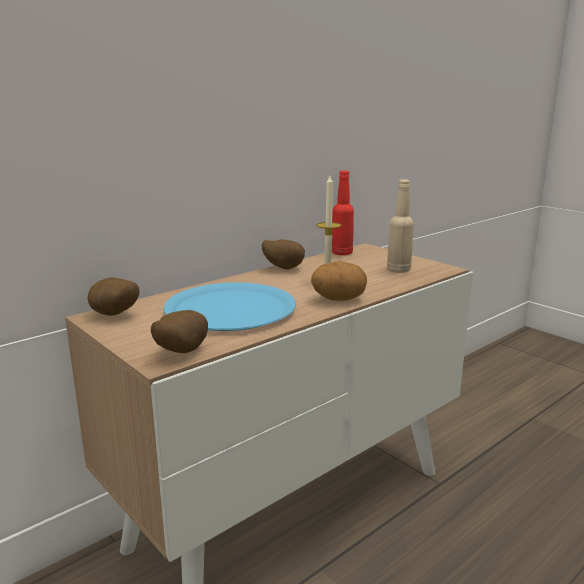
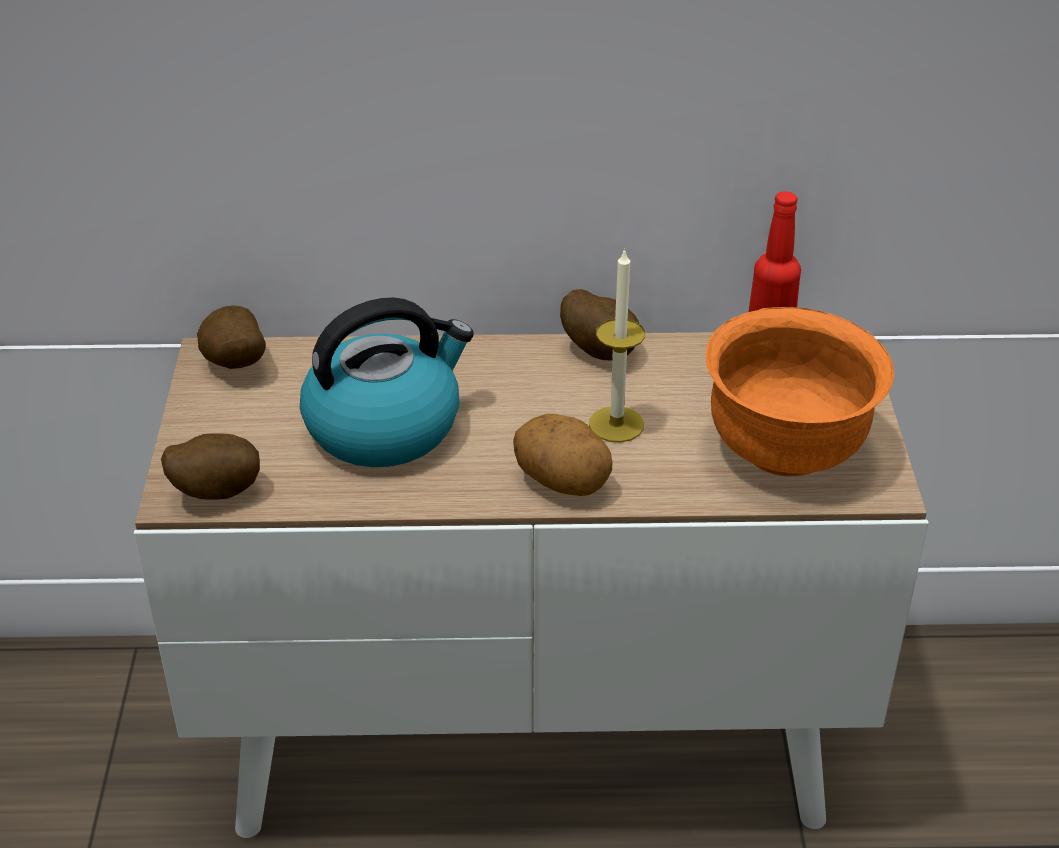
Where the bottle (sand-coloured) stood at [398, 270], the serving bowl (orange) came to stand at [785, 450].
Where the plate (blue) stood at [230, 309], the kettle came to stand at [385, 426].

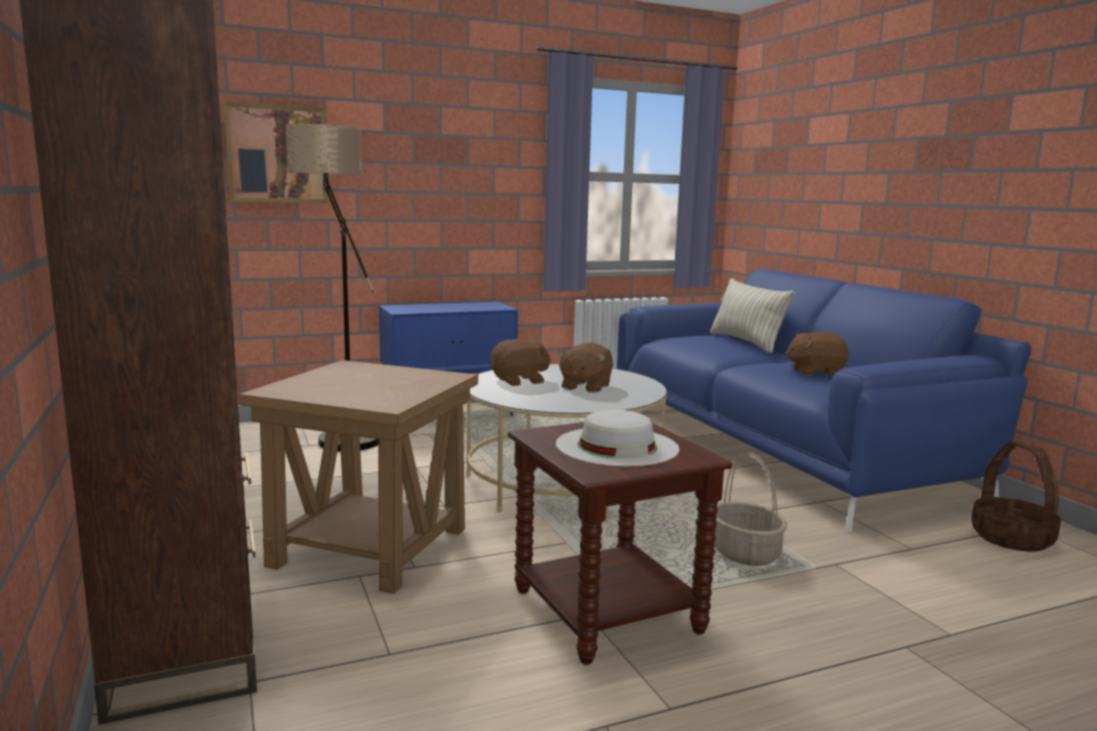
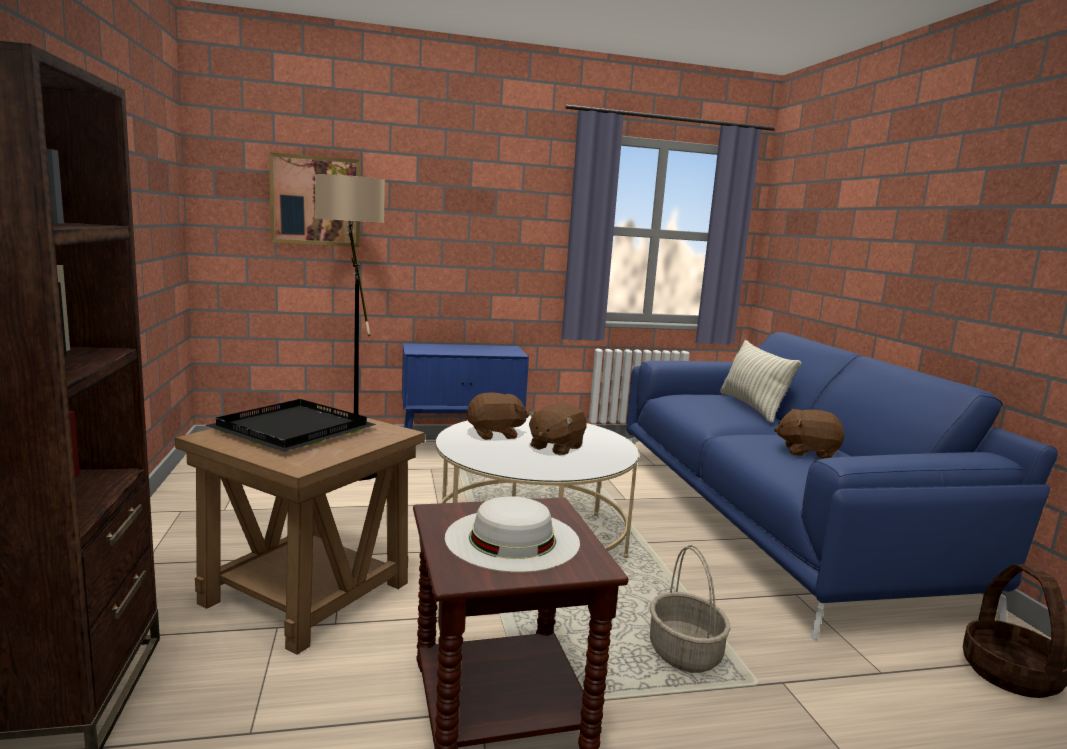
The second view gained the carrying tray (blackish) at [296, 430].

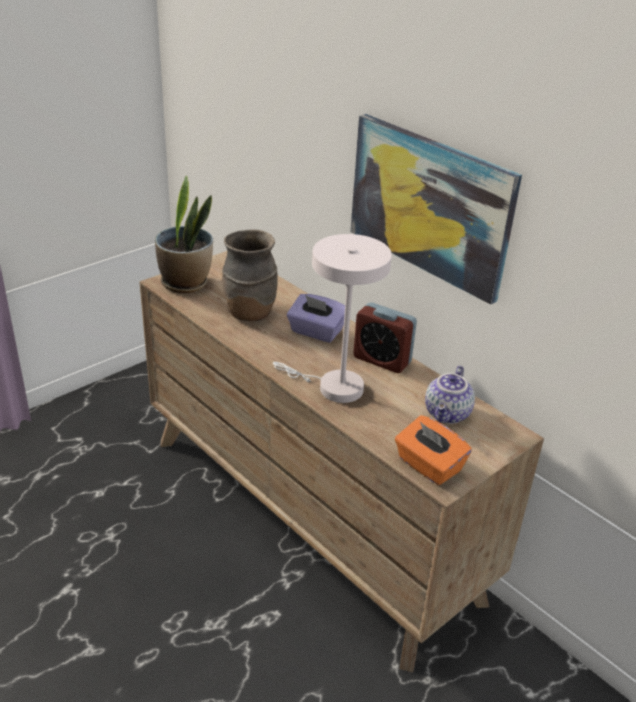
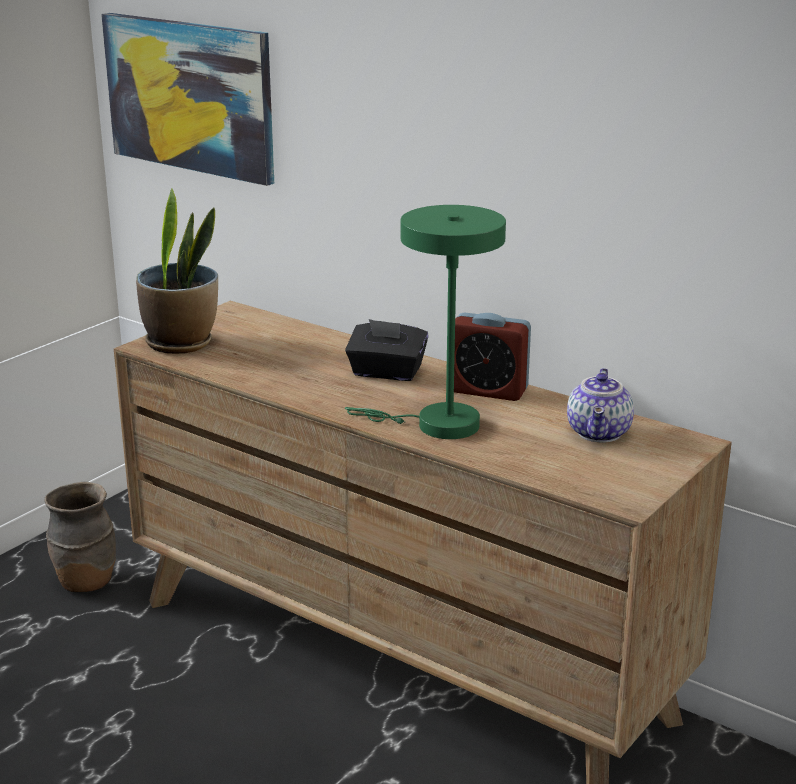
The picture ended up elsewhere, having gone from [430, 205] to [190, 96].
The flower vase (brownish) ended up elsewhere, having gone from [249, 313] to [85, 583].
What was the lamp for a table (white) at [333, 387] turned into the lamp for a table (green) at [437, 425].
What was the box of tissues (purplish) at [316, 332] turned into the box of tissues (blackish) at [386, 373].
The second view lost the box of tissues (orange) at [428, 466].

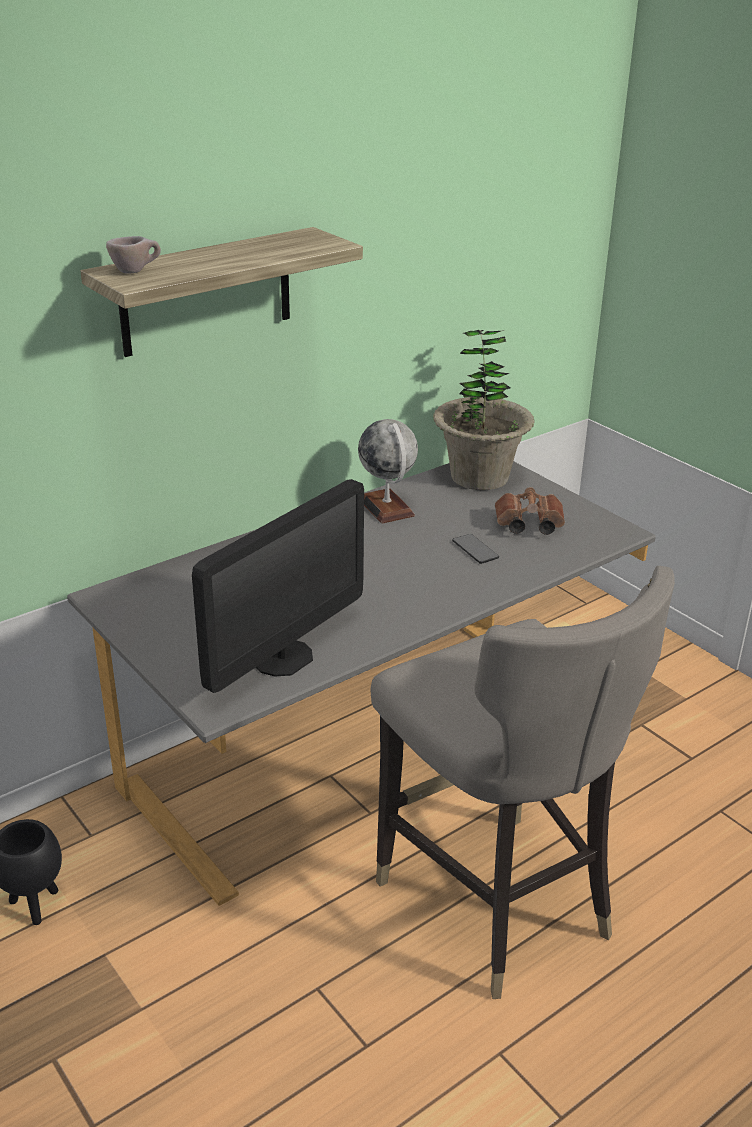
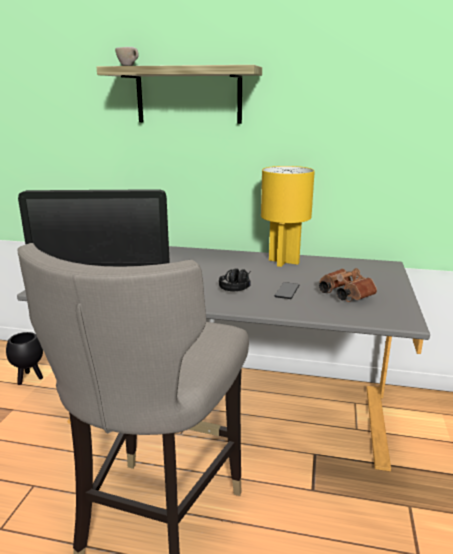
The second view lost the houseplant at [479, 477].
Where the desk globe stood at [386, 508], the lamp for a table (yellow-coloured) came to stand at [283, 261].
The second view gained the pair of headphones (blackish) at [237, 286].

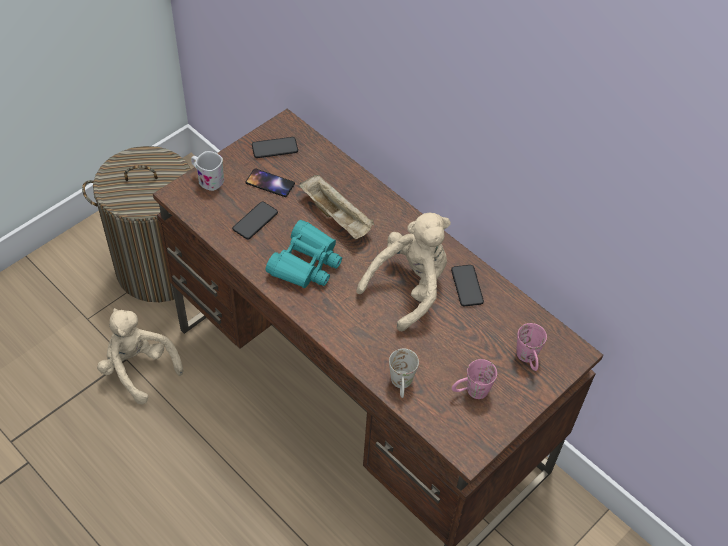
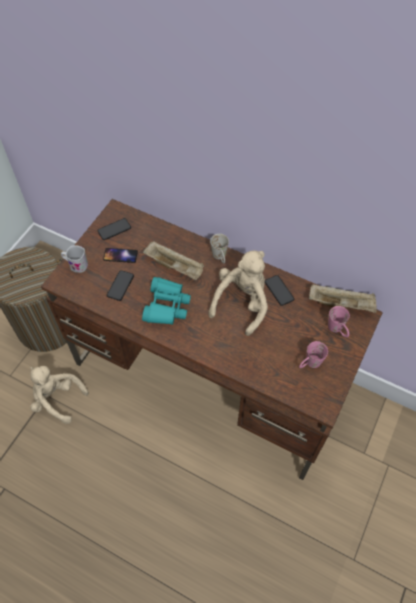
The coffee mug (white) ended up elsewhere, having gone from [402, 386] to [220, 257].
The second view gained the carrying tray (sand-coloured) at [341, 304].

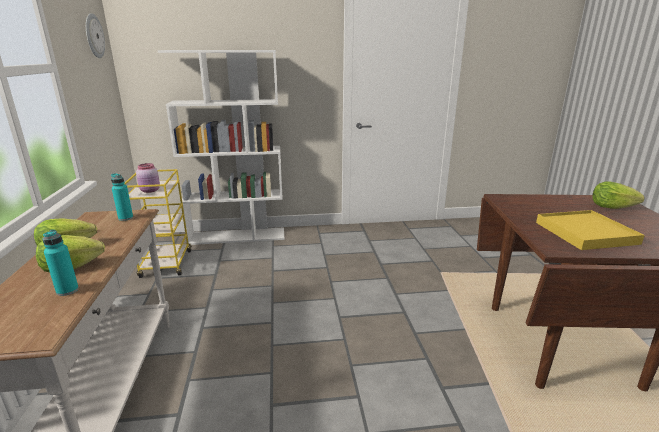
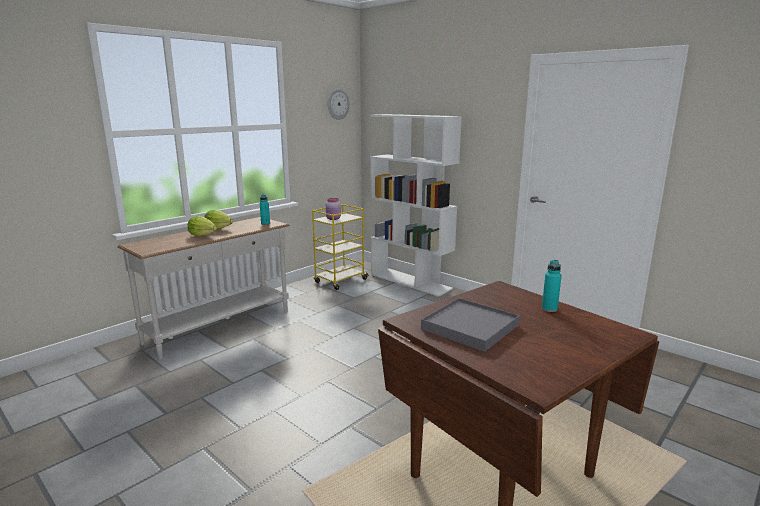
The second view lost the lettuce head at [611, 207].
What was the carrying tray (yellow-coloured) at [585, 233] turned into the carrying tray (gray) at [469, 327].
The bottle (turquoise-coloured) ended up elsewhere, having gone from [67, 290] to [549, 309].

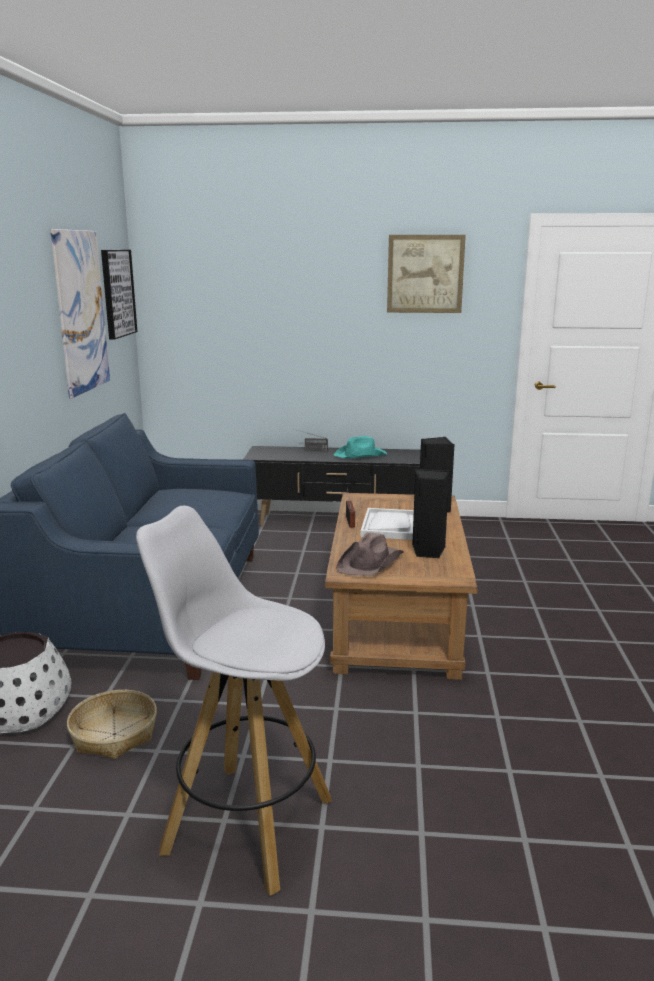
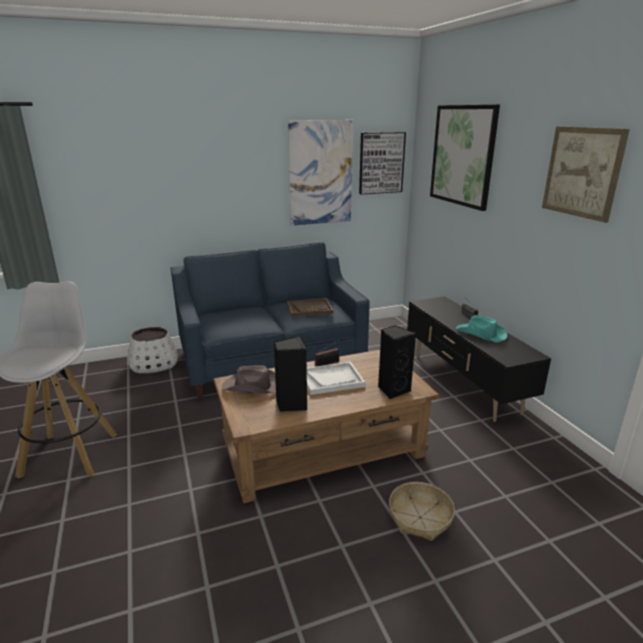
The basket ended up elsewhere, having gone from [114, 734] to [420, 518].
The second view gained the picture at [462, 155].
The second view gained the carrying tray (brownish) at [309, 309].

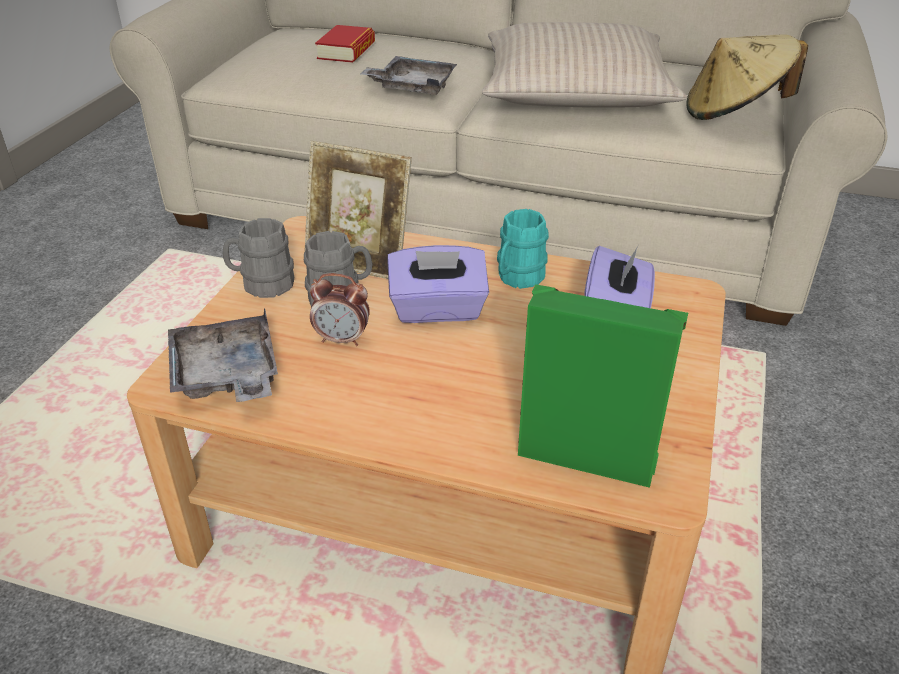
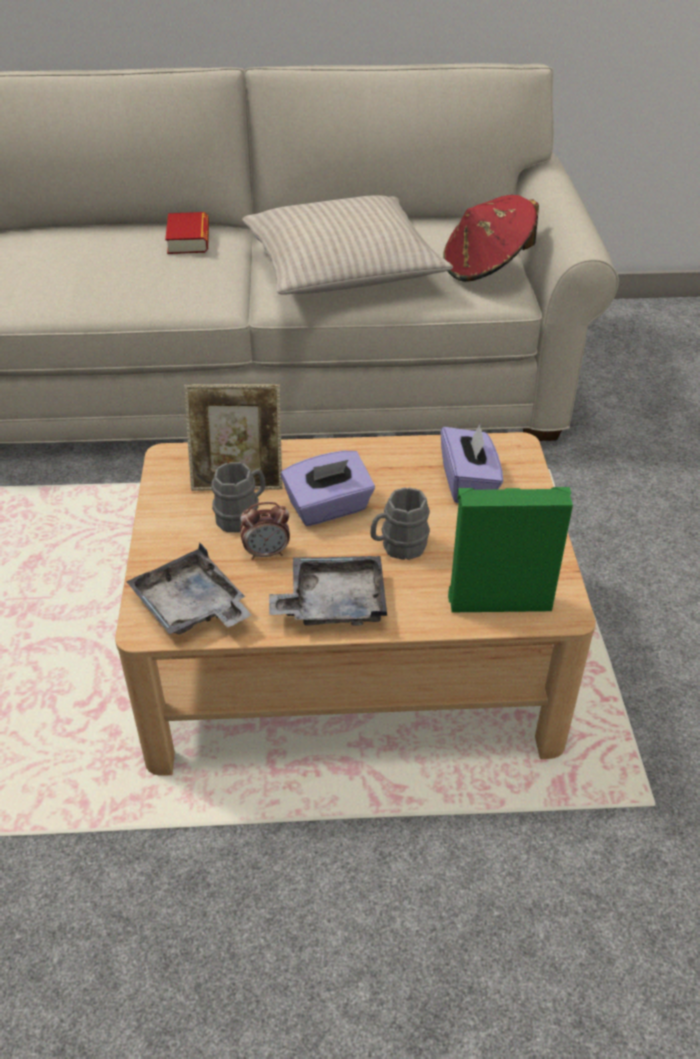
The volume ended up elsewhere, having gone from [346, 51] to [188, 239].
What was the wearable hat (sand-coloured) at [734, 113] turned into the wearable hat (reddish) at [486, 267].
The carrying tray (gray) ended up elsewhere, having gone from [412, 86] to [333, 603].
The second view lost the coffee mug (turquoise-coloured) at [517, 278].
The coffee mug (gray) ended up elsewhere, having gone from [262, 284] to [398, 546].

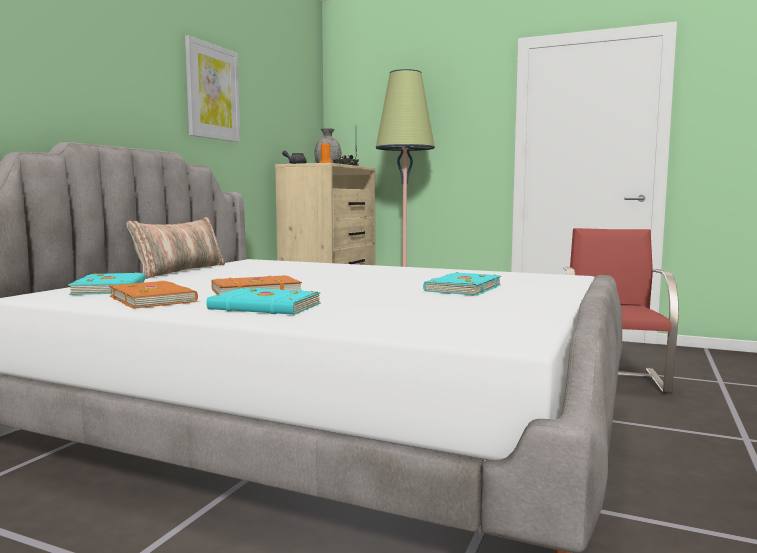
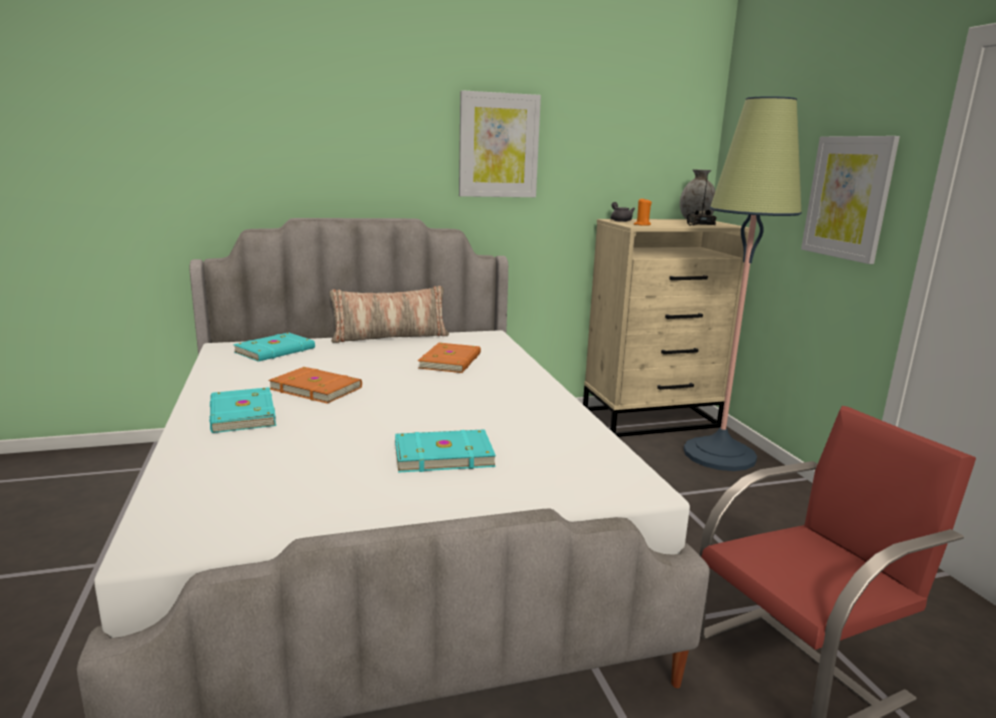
The volume (orange) ended up elsewhere, having gone from [154, 299] to [451, 361].
The second view gained the picture at [848, 197].

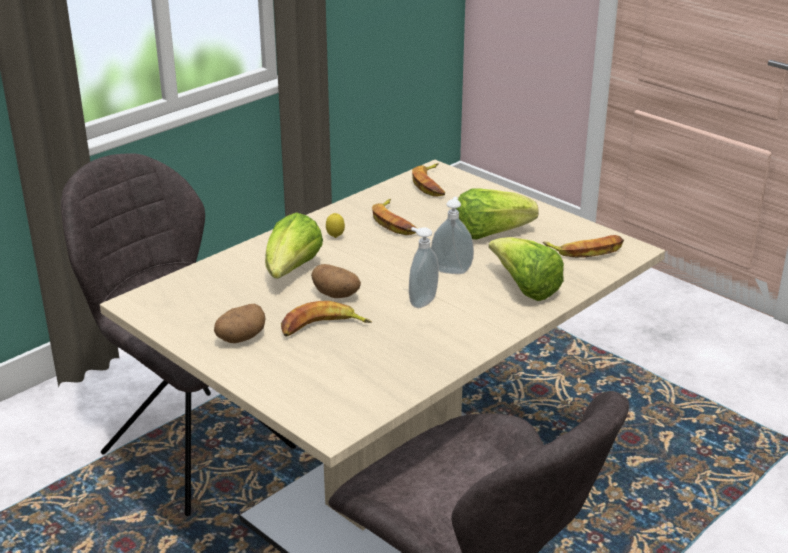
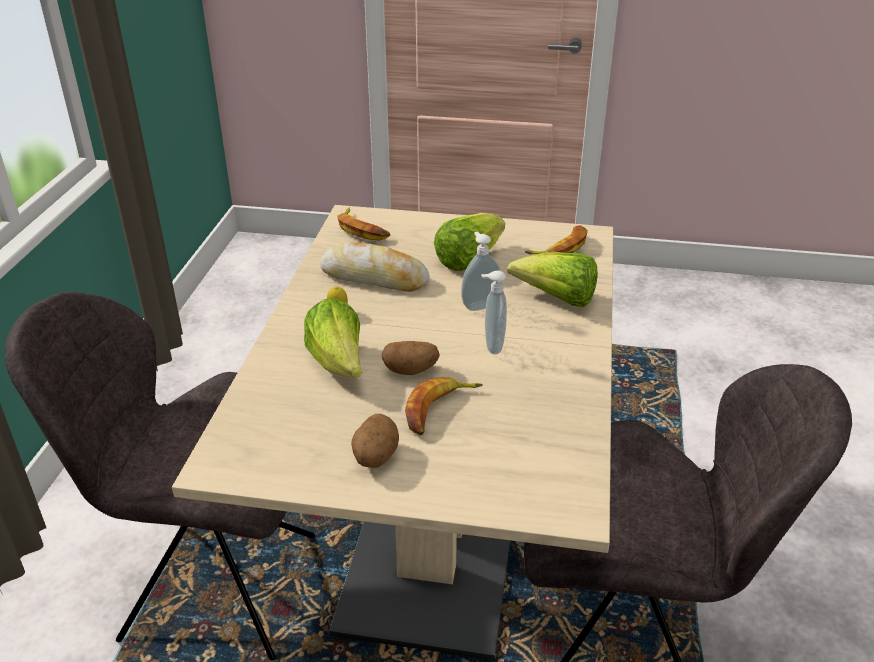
Where the whole banana stood at [394, 222], the bakery bread came to stand at [374, 277].

